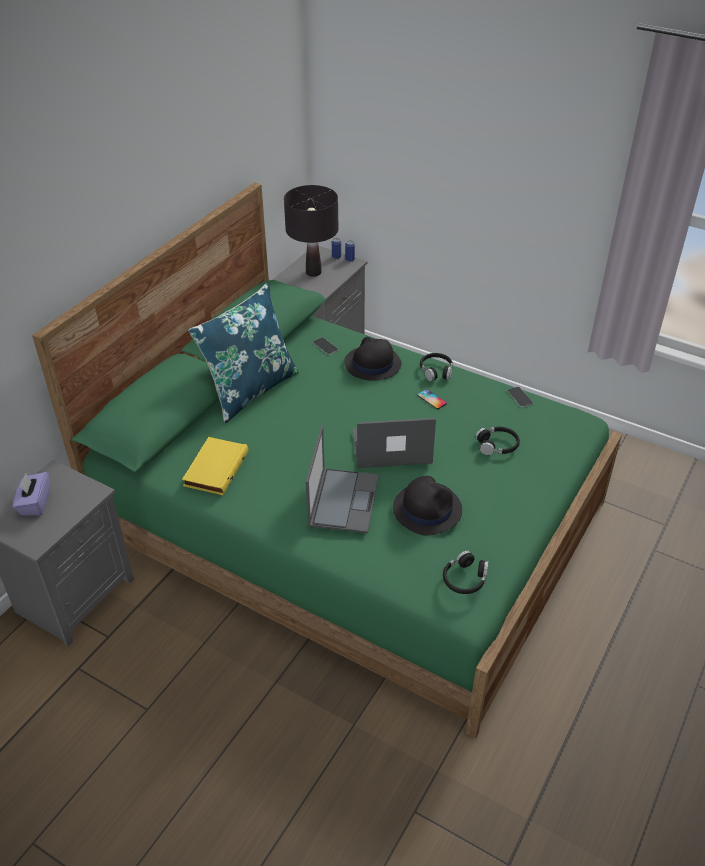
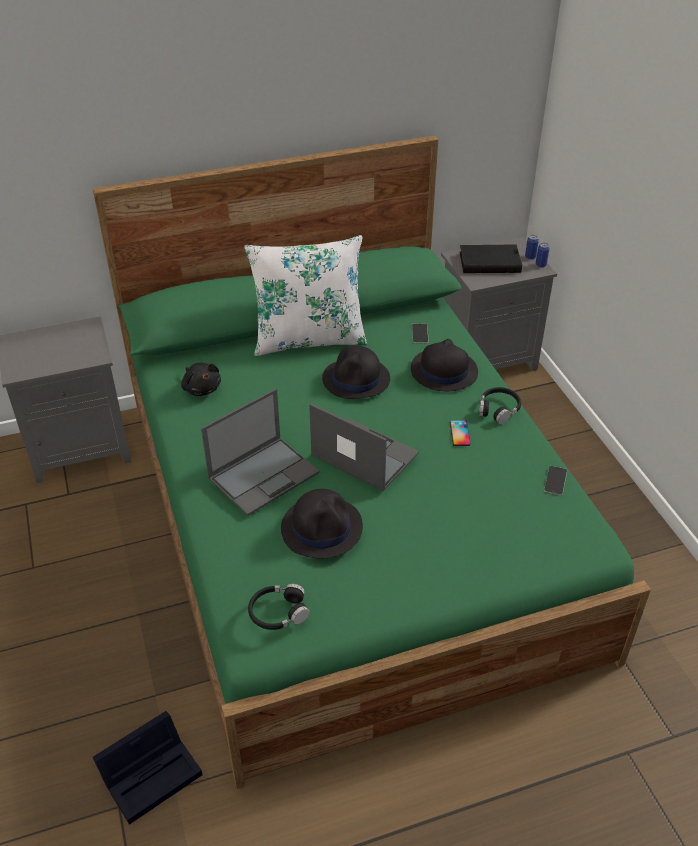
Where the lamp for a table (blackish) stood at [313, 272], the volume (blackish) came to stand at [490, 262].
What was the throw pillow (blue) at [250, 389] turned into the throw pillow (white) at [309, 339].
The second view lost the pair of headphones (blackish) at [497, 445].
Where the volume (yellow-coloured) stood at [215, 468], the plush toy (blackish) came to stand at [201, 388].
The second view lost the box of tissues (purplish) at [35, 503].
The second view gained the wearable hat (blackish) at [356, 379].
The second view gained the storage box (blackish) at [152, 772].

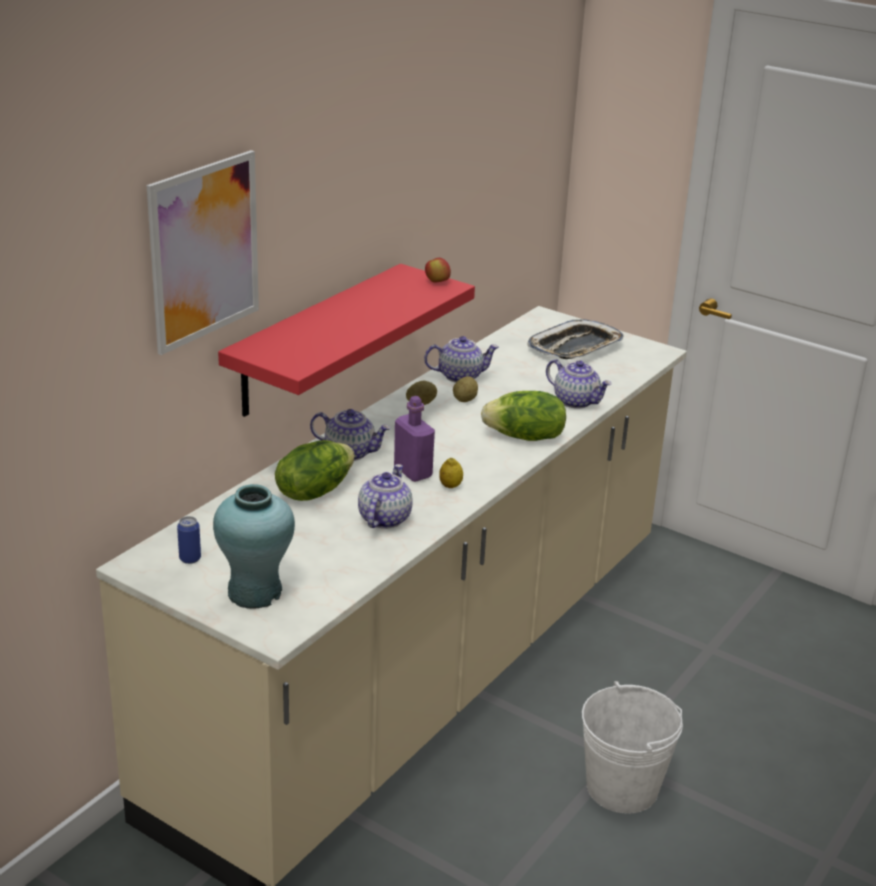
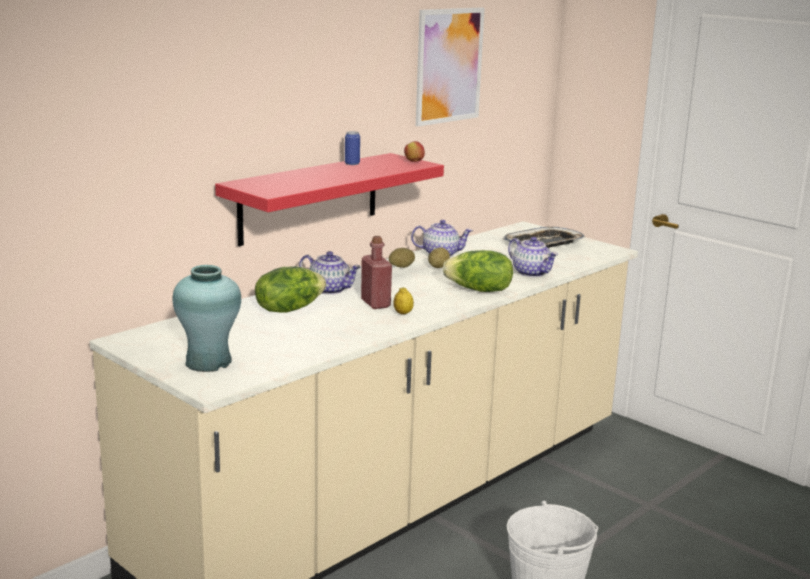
The picture ended up elsewhere, having gone from [204, 251] to [449, 65].
What was the bottle (purplish) at [413, 472] turned into the bottle (reddish) at [375, 303].
The second view lost the teapot at [384, 518].
The can ended up elsewhere, having gone from [190, 558] to [352, 163].

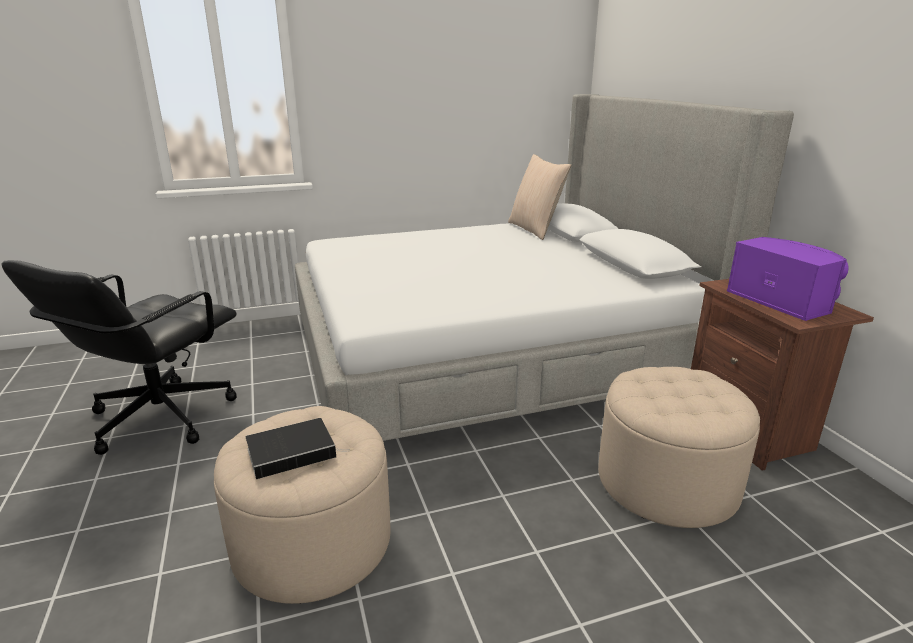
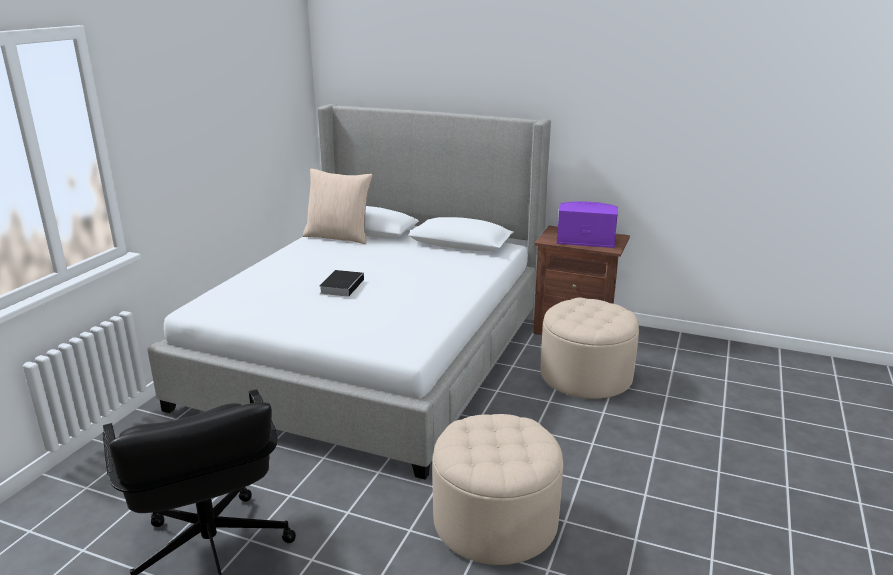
The volume ended up elsewhere, having gone from [294, 451] to [342, 285].

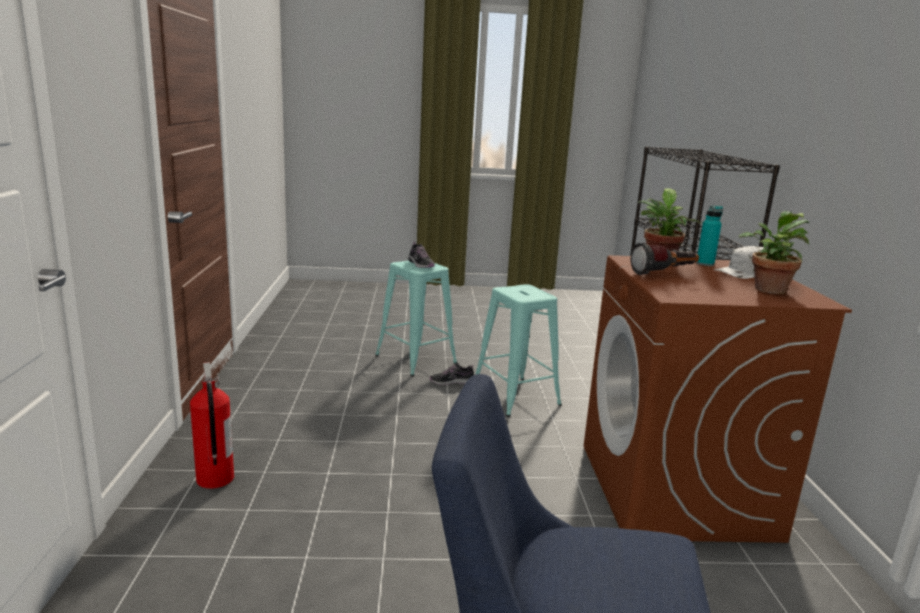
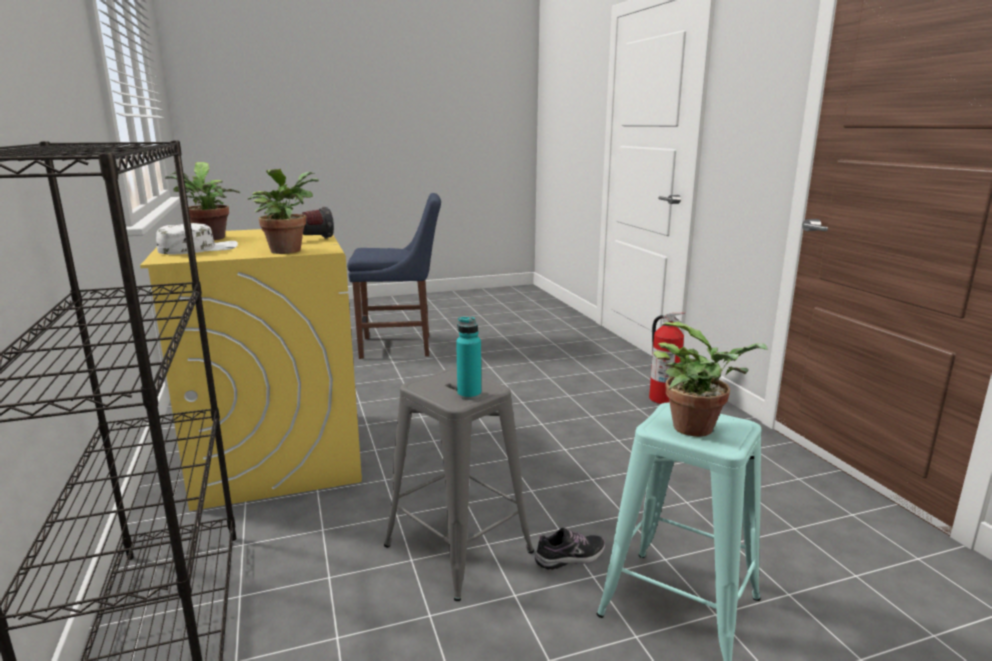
The bottle (turquoise-coloured) ended up elsewhere, having gone from [705, 264] to [469, 395].
Where the shoe stood at [420, 264], the houseplant came to stand at [699, 428].
What was the laundry appliance (brownish) at [676, 491] turned into the laundry appliance (yellow-coloured) at [276, 455].
What was the sitting stool (turquoise-coloured) at [515, 396] turned into the sitting stool (gray) at [458, 548].

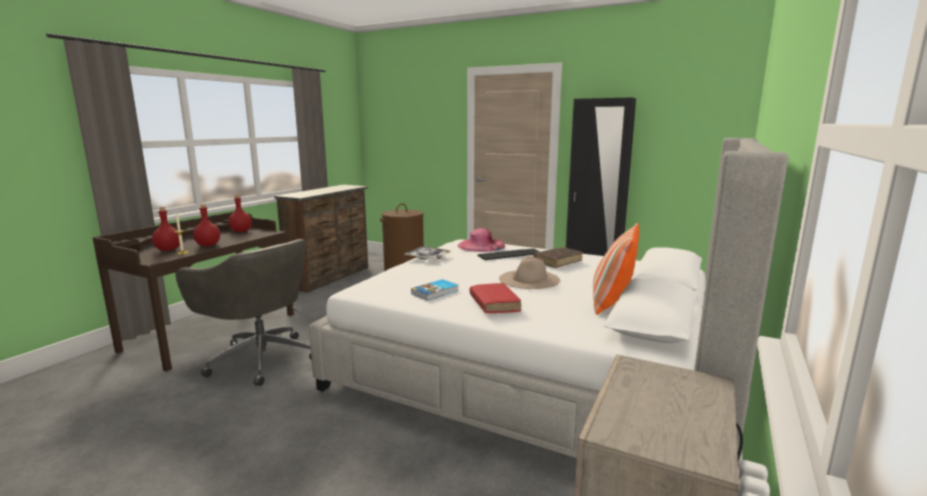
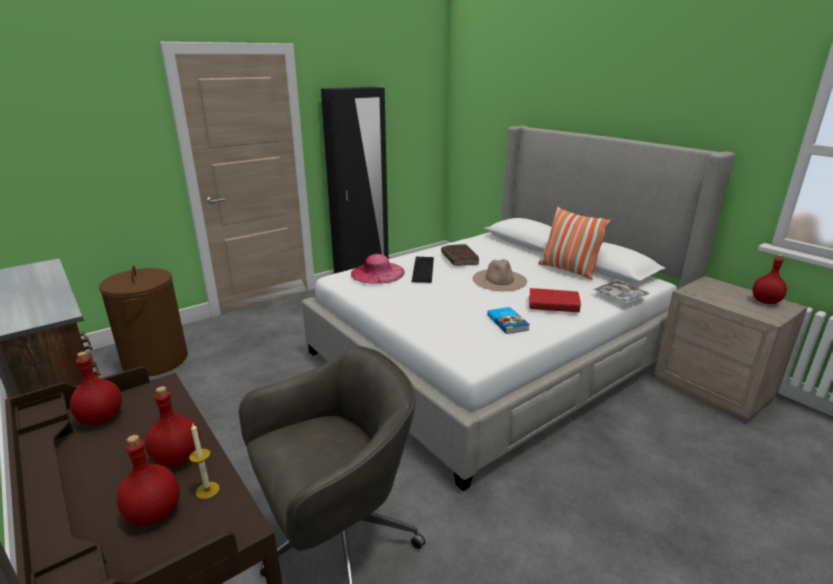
The carrying tray ended up elsewhere, having gone from [427, 257] to [620, 296].
The second view gained the bottle (reddish) at [765, 301].

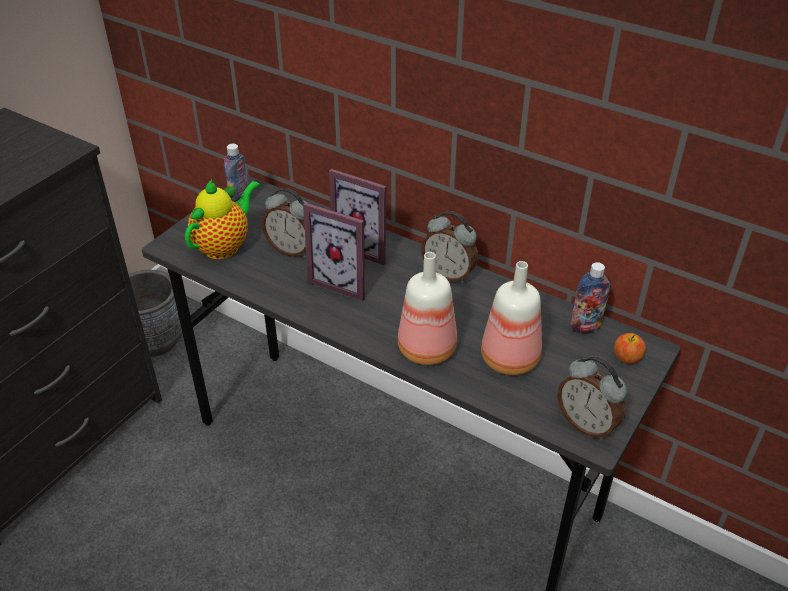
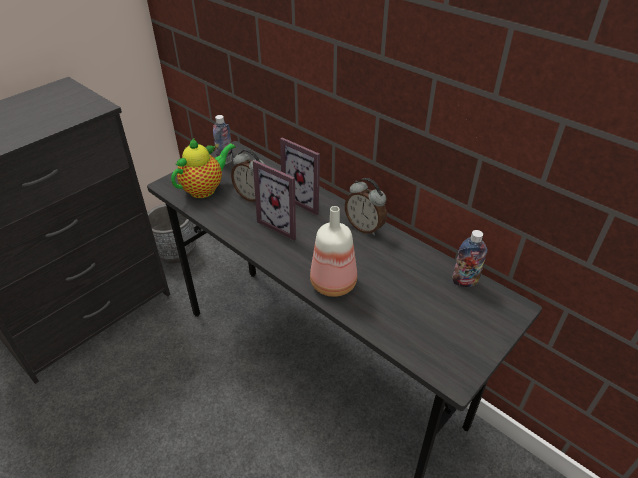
The second view lost the bottle at [511, 360].
The second view lost the apple fruit at [627, 358].
The second view lost the bedside clock at [587, 424].

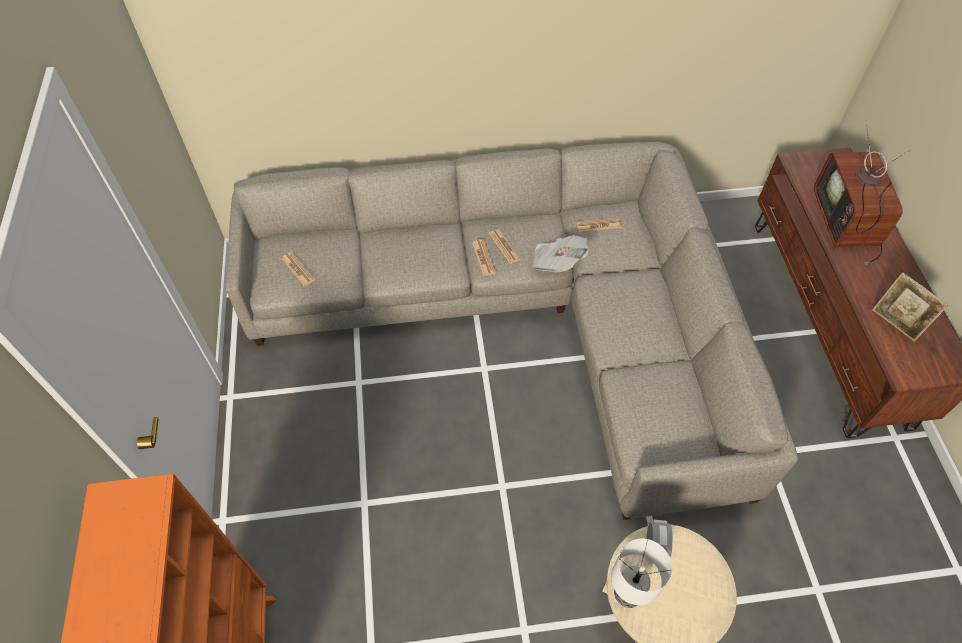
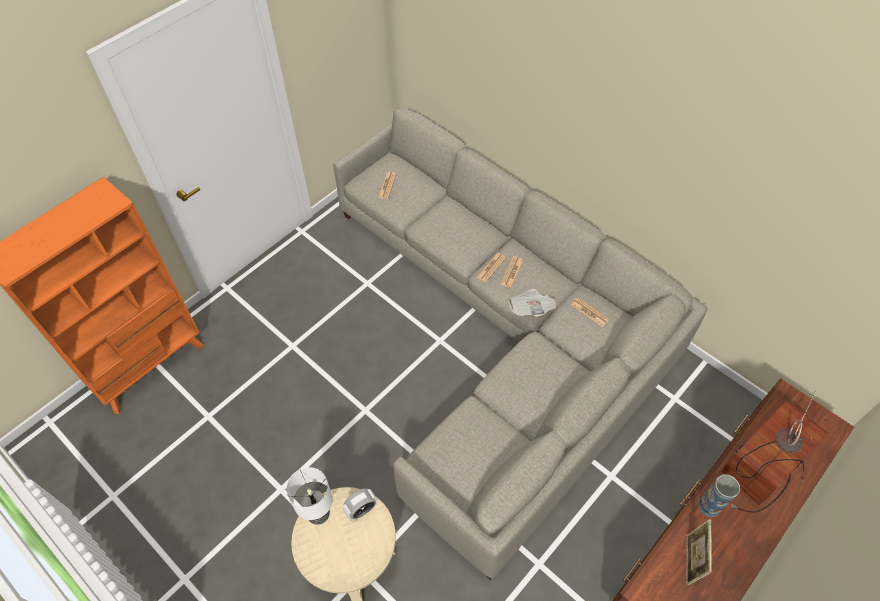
The second view gained the flower vase at [709, 506].

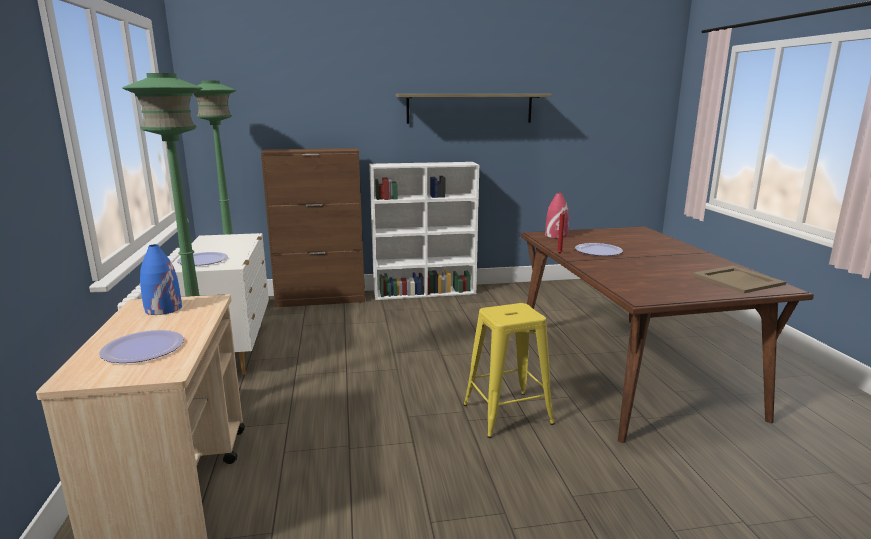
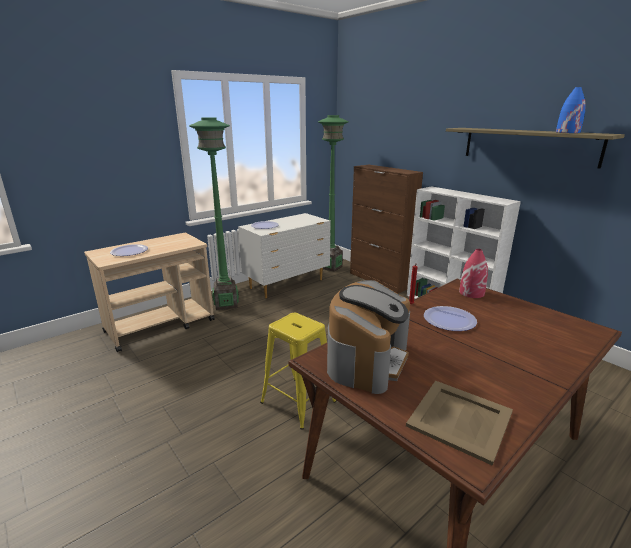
The flower vase (blue) ended up elsewhere, having gone from [163, 309] to [567, 132].
The second view gained the coffee brewer at [367, 359].

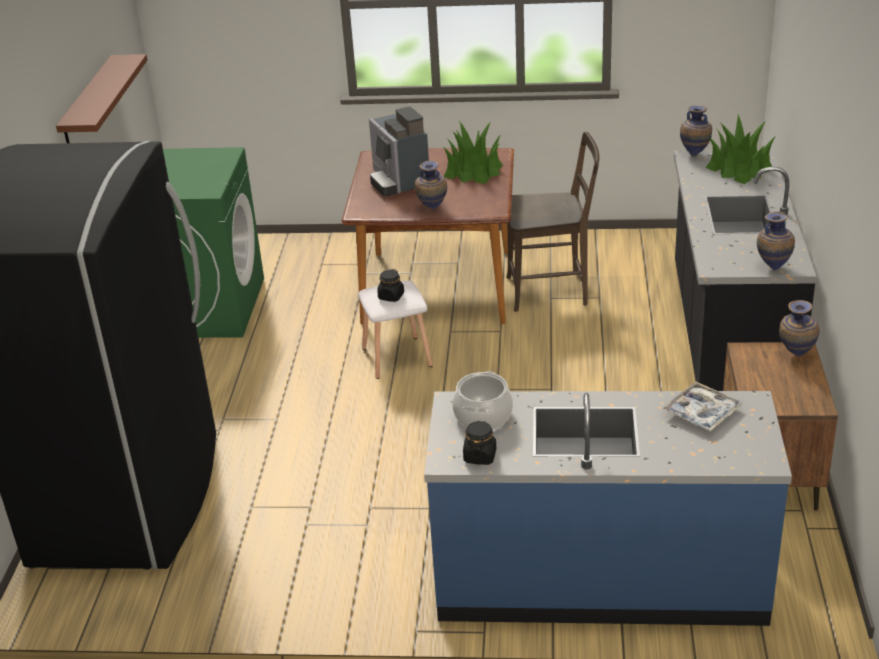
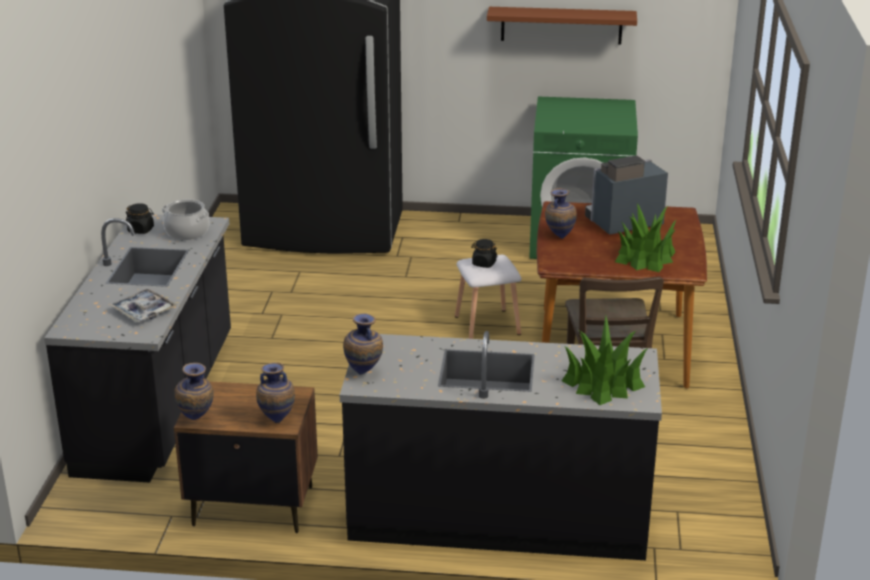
The flower vase ended up elsewhere, having gone from [695, 154] to [196, 420].
What was the kitchen counter (blue) at [599, 578] turned into the kitchen counter (blackish) at [159, 405].

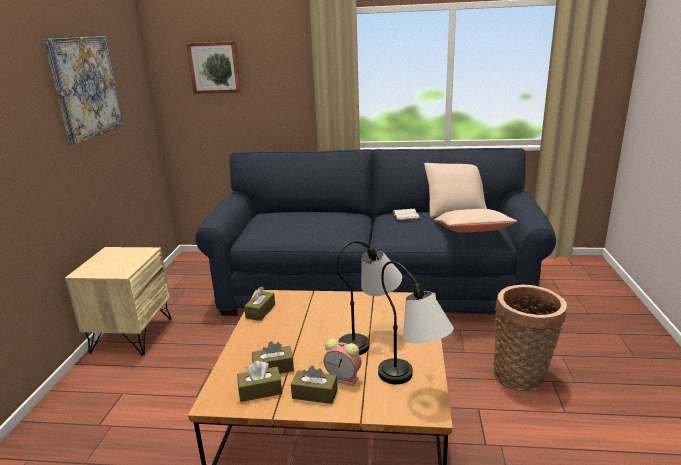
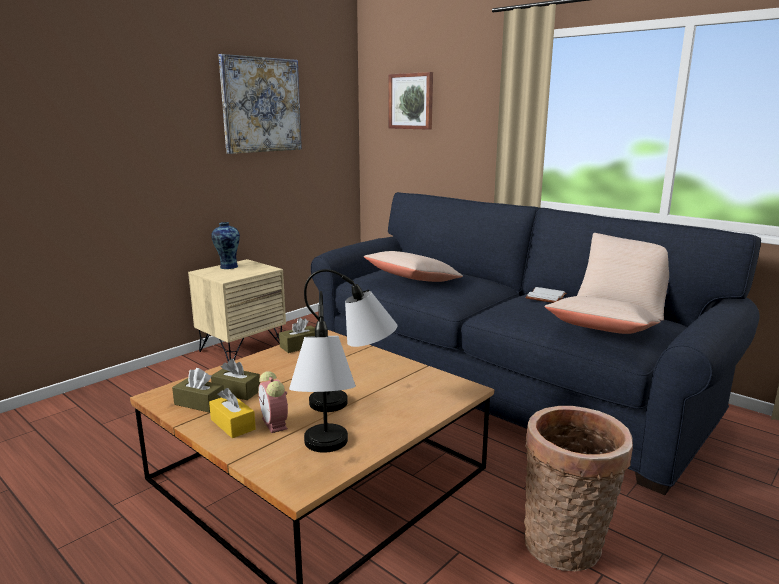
What was the box of tissues (brownish) at [315, 394] turned into the box of tissues (yellow-coloured) at [233, 424].
The second view gained the flower vase at [228, 267].
The second view gained the throw pillow (sand-coloured) at [413, 280].

